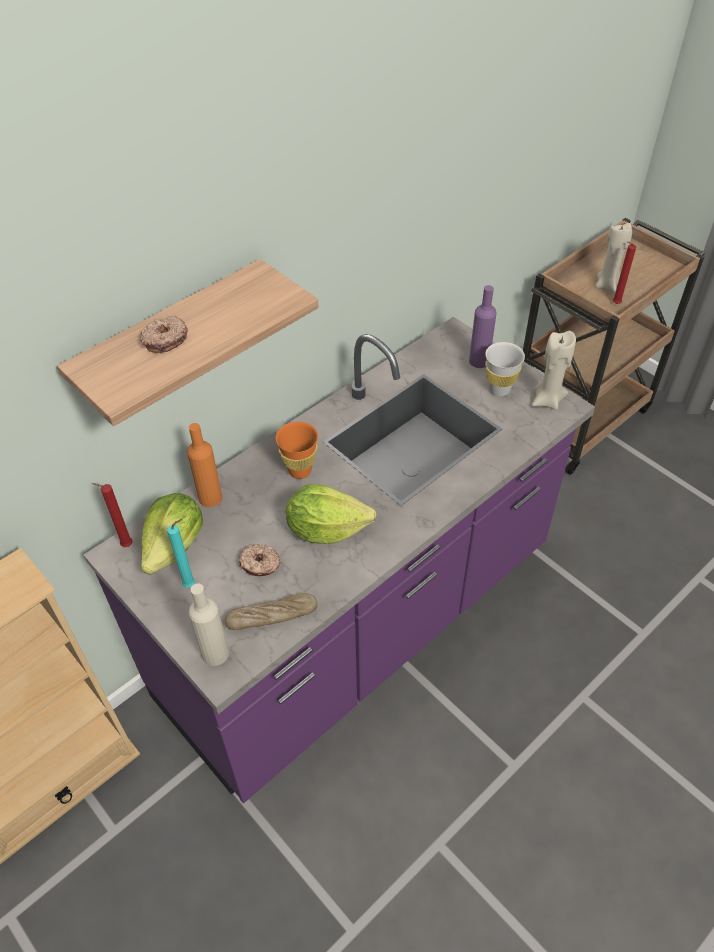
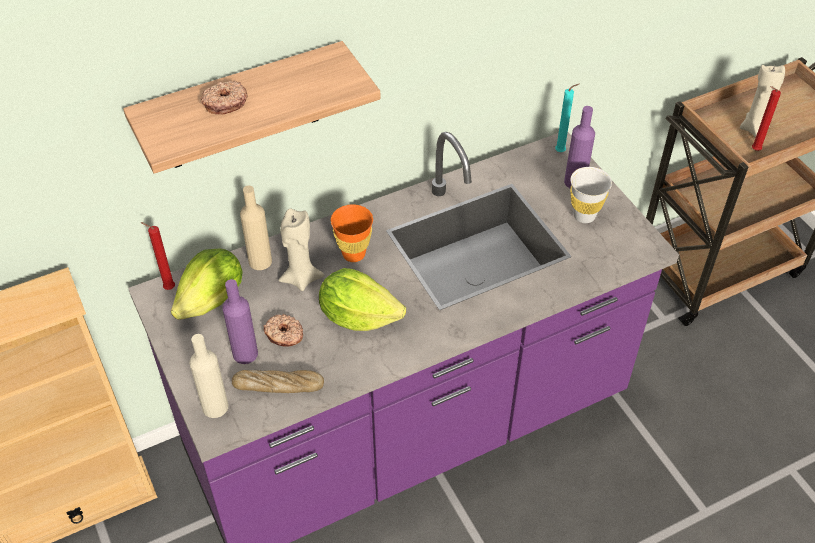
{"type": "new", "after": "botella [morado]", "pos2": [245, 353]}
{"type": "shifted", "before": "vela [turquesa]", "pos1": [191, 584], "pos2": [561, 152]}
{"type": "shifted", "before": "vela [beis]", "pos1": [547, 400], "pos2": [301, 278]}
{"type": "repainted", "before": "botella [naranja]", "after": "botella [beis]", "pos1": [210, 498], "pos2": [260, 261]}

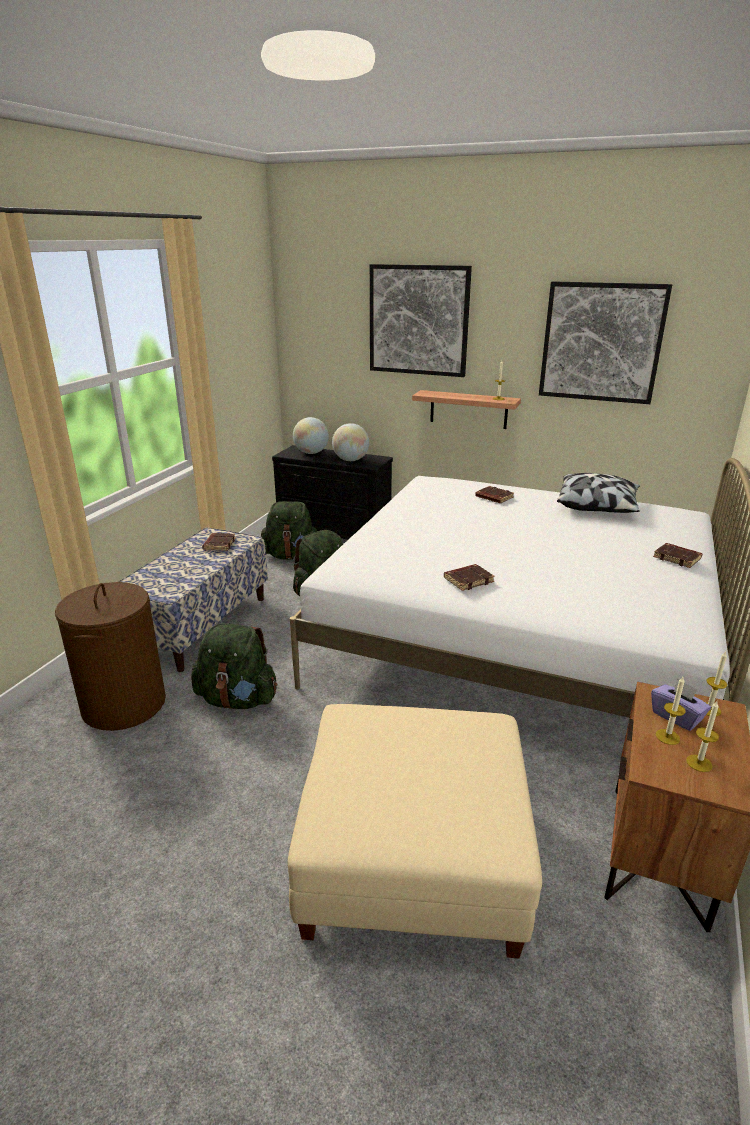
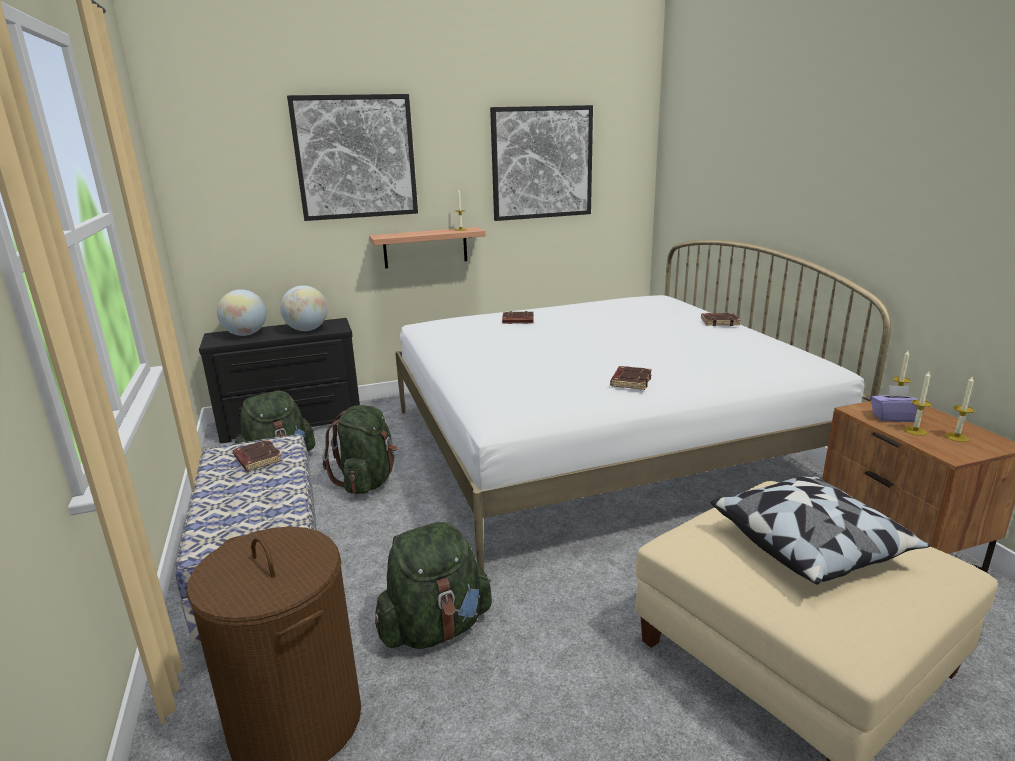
{"type": "shifted", "before": "cojín", "pos1": [597, 507], "pos2": [810, 545]}

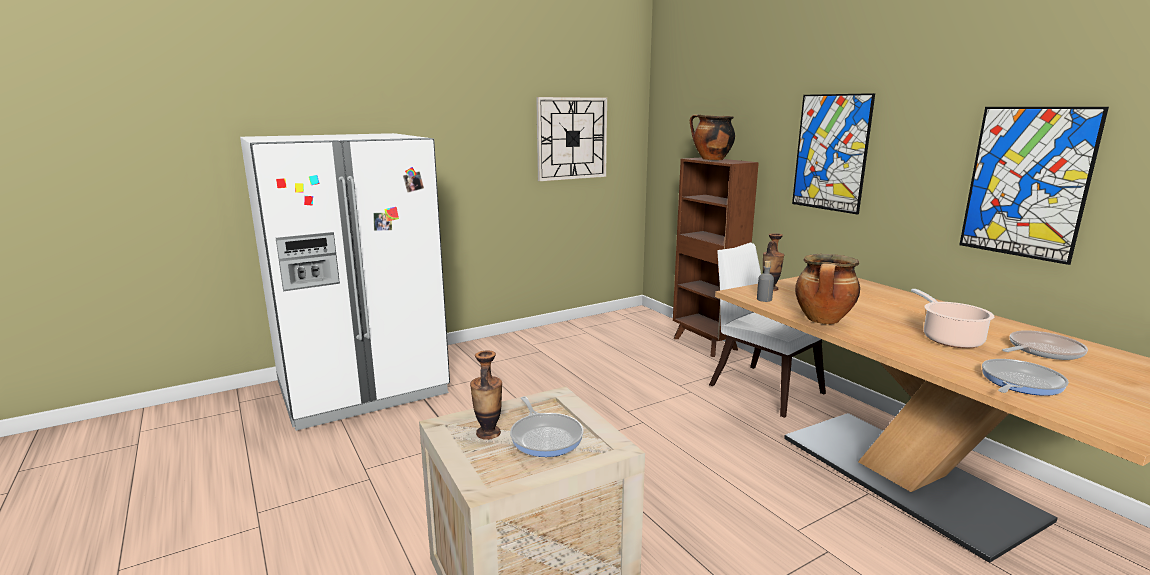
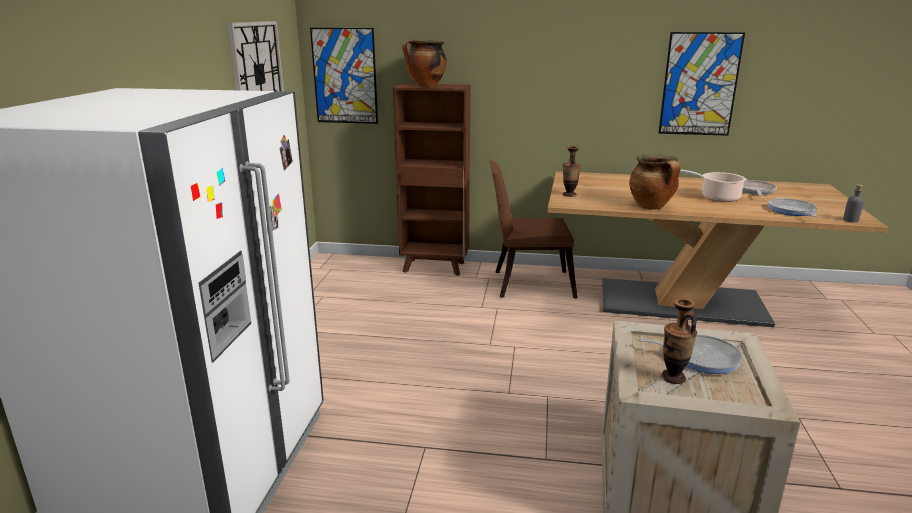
{"type": "shifted", "before": "botella [gris]", "pos1": [764, 299], "pos2": [850, 220]}
{"type": "shifted", "before": "cuadro", "pos1": [831, 152], "pos2": [345, 76]}
{"type": "repainted", "before": "silla [blanco]", "after": "silla [marrón]", "pos1": [760, 387], "pos2": [527, 284]}

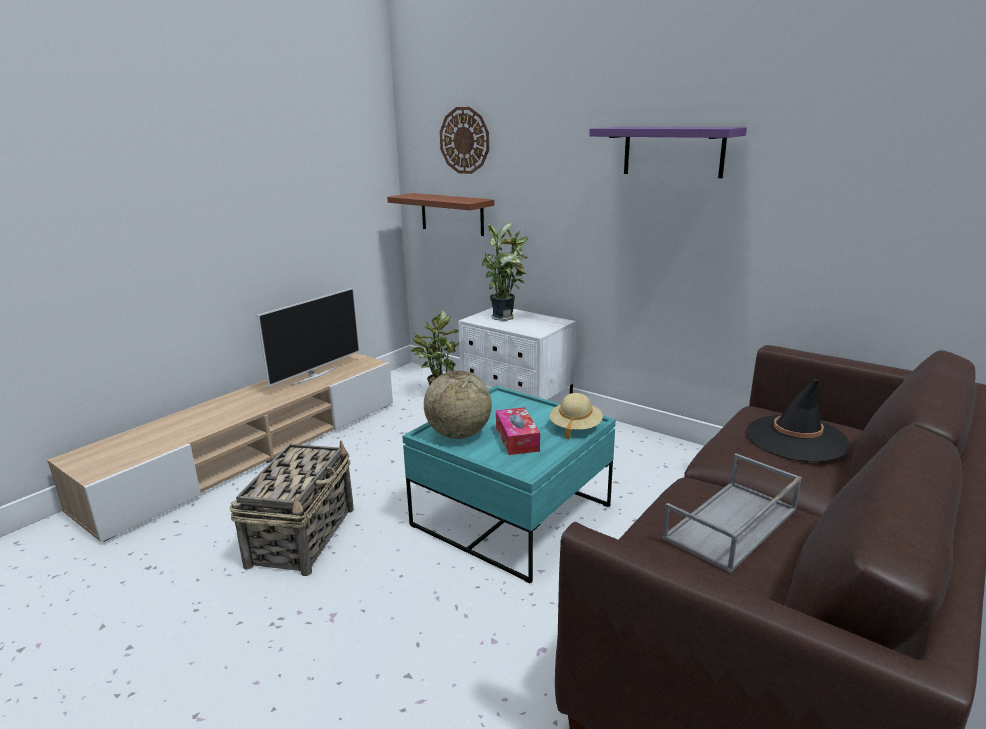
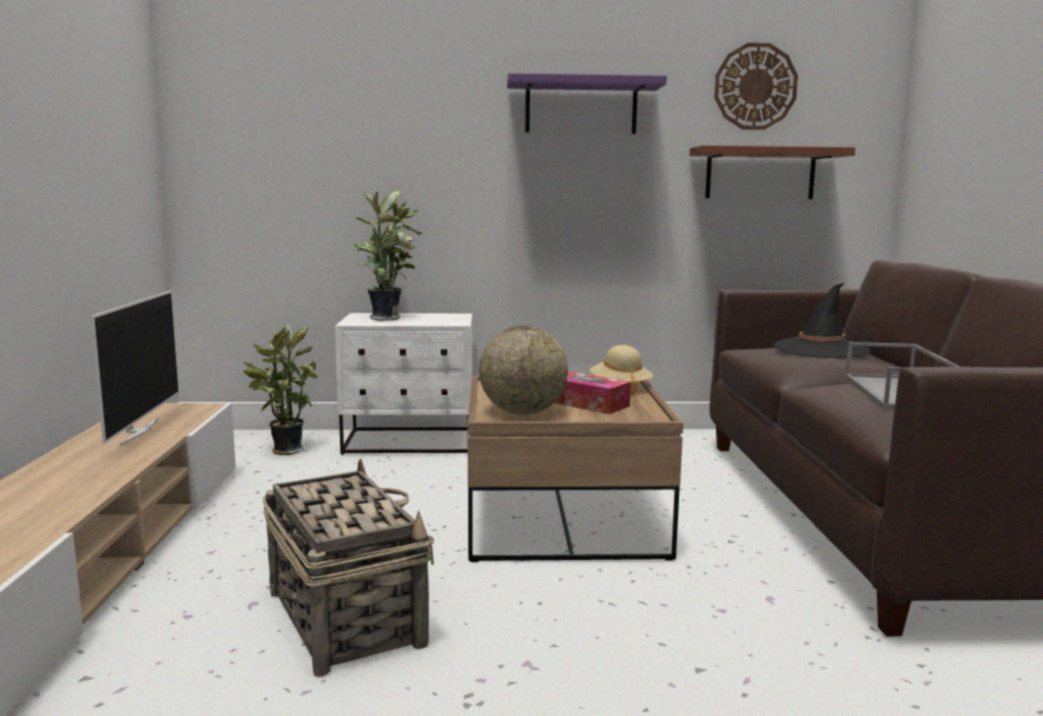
{"type": "shifted", "before": "estante [marrón]", "pos1": [452, 214], "pos2": [760, 174]}
{"type": "shifted", "before": "reloj de pared", "pos1": [464, 140], "pos2": [755, 87]}
{"type": "repainted", "before": "mesa de centro [turquesa]", "after": "mesa de centro [marrón]", "pos1": [512, 516], "pos2": [563, 520]}

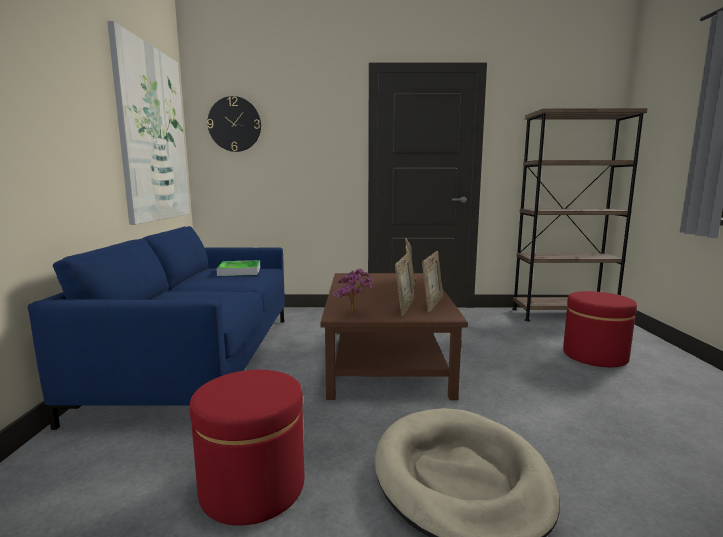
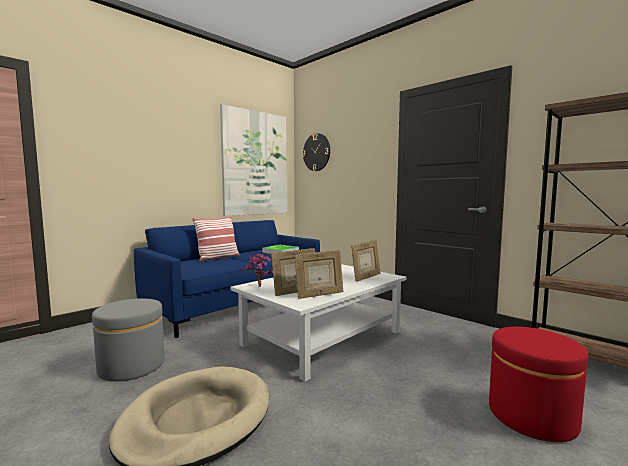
{"type": "new", "after": "cojín", "pos2": [217, 257]}
{"type": "repainted", "before": "puf [rojo]", "after": "puf [gris]", "pos1": [253, 487], "pos2": [132, 366]}
{"type": "repainted", "before": "mesa de centro [marrón]", "after": "mesa de centro [blanco]", "pos1": [385, 359], "pos2": [322, 338]}

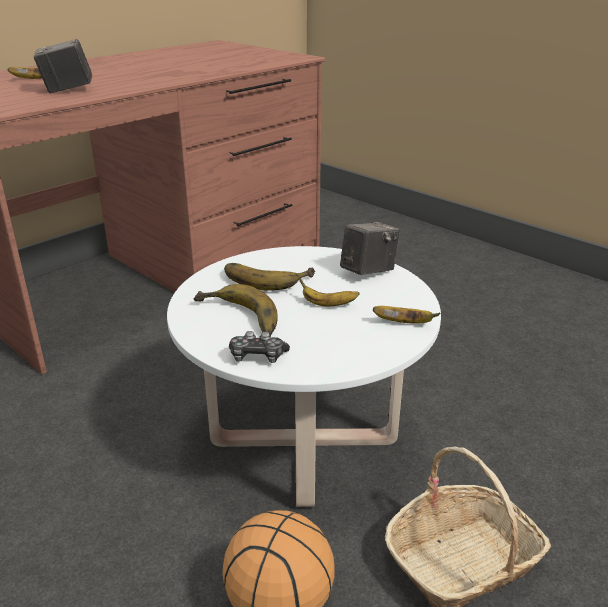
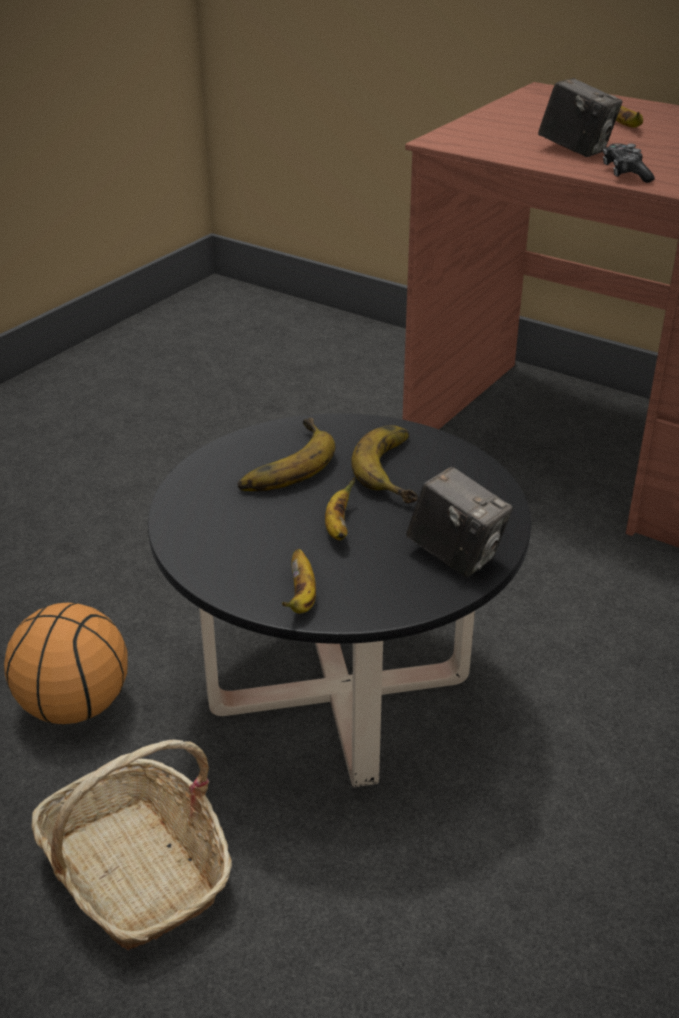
{"type": "shifted", "before": "mando de consola", "pos1": [257, 356], "pos2": [625, 173]}
{"type": "repainted", "before": "mesa de centro [blanco]", "after": "mesa de centro [negro]", "pos1": [303, 440], "pos2": [339, 692]}
{"type": "rotated", "before": "cámara", "pos1": [68, 90], "pos2": [575, 150], "turn": 150}

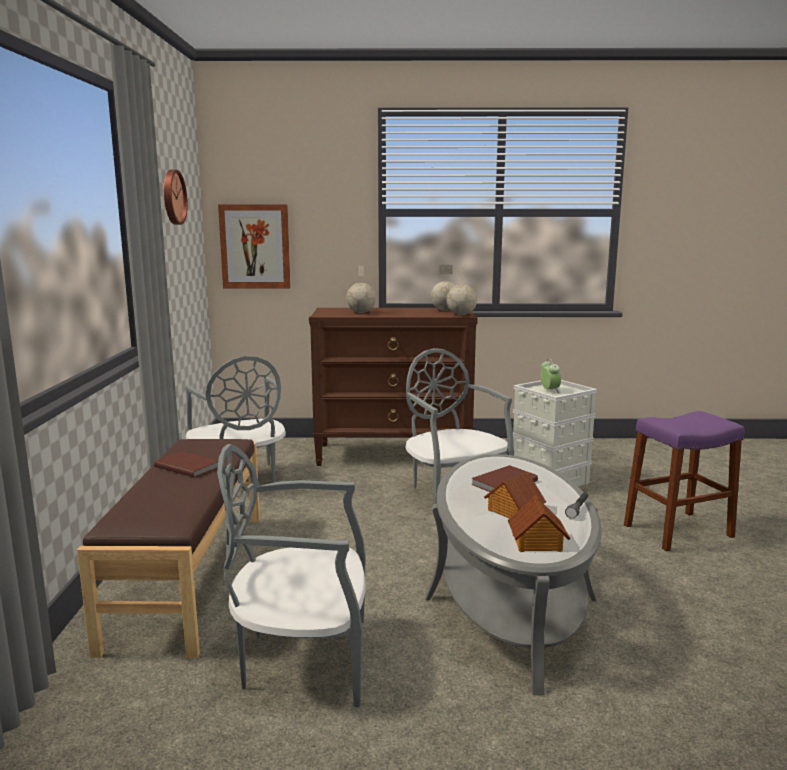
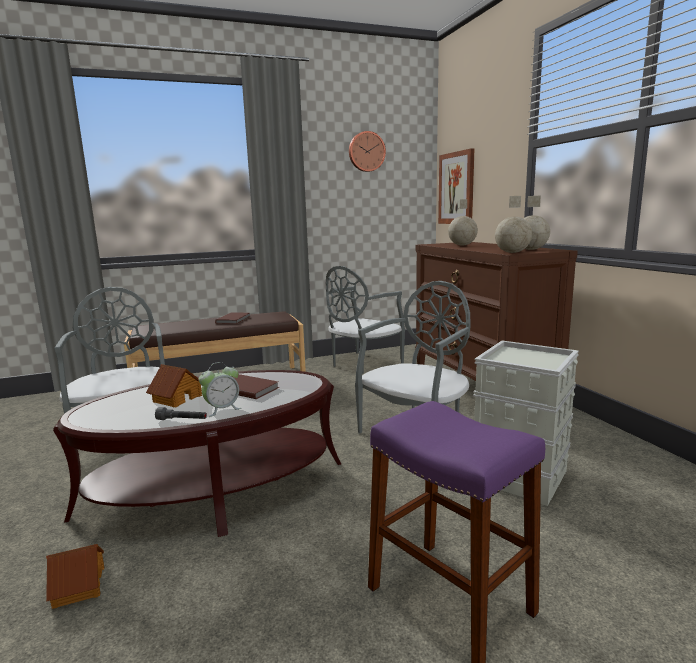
{"type": "shifted", "before": "casita", "pos1": [537, 542], "pos2": [78, 586]}
{"type": "shifted", "before": "despertador", "pos1": [549, 391], "pos2": [222, 409]}
{"type": "repainted", "before": "mesa de centro [gris]", "after": "mesa de centro [marrón]", "pos1": [510, 598], "pos2": [214, 488]}

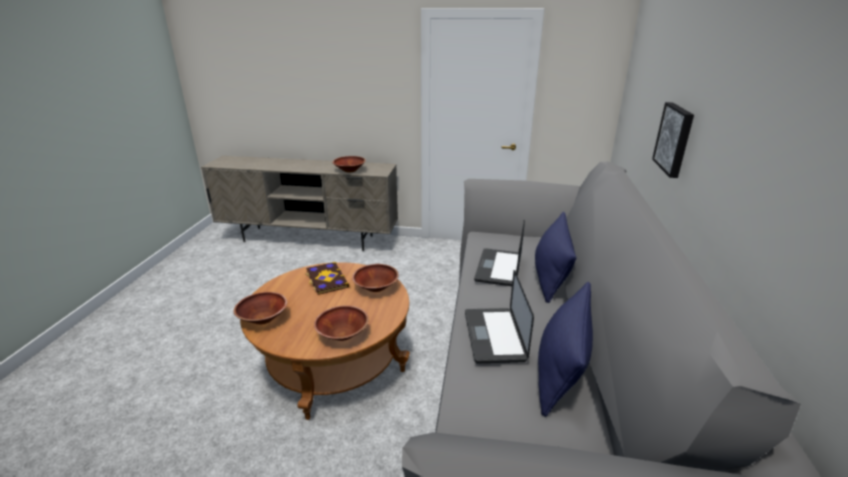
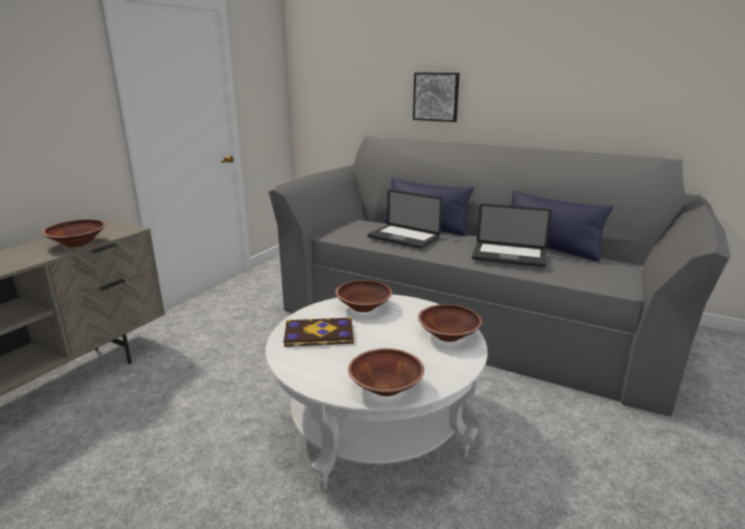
{"type": "repainted", "before": "mesa de centro [marrón]", "after": "mesa de centro [blanco]", "pos1": [334, 363], "pos2": [376, 424]}

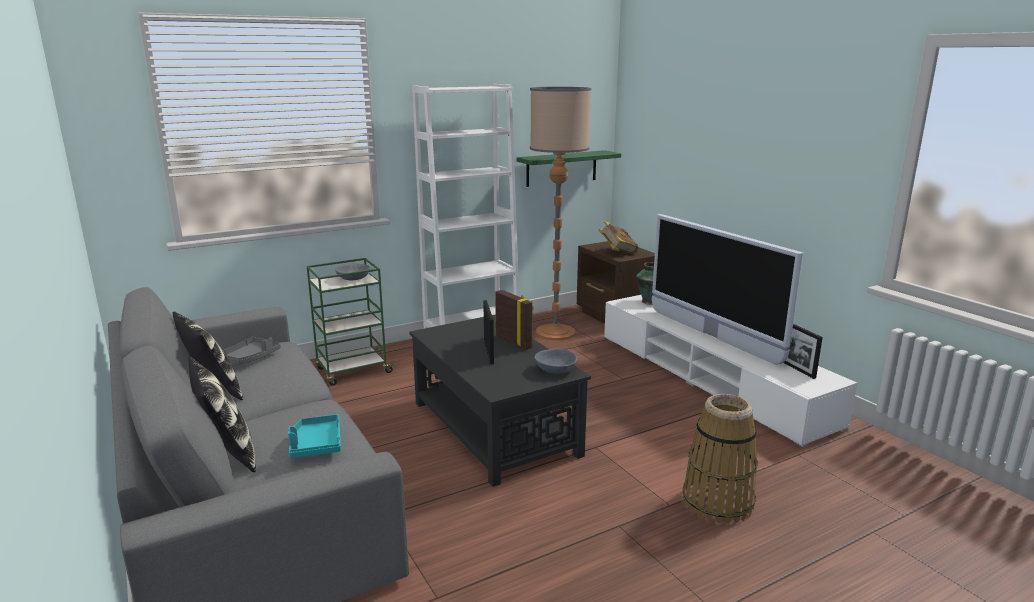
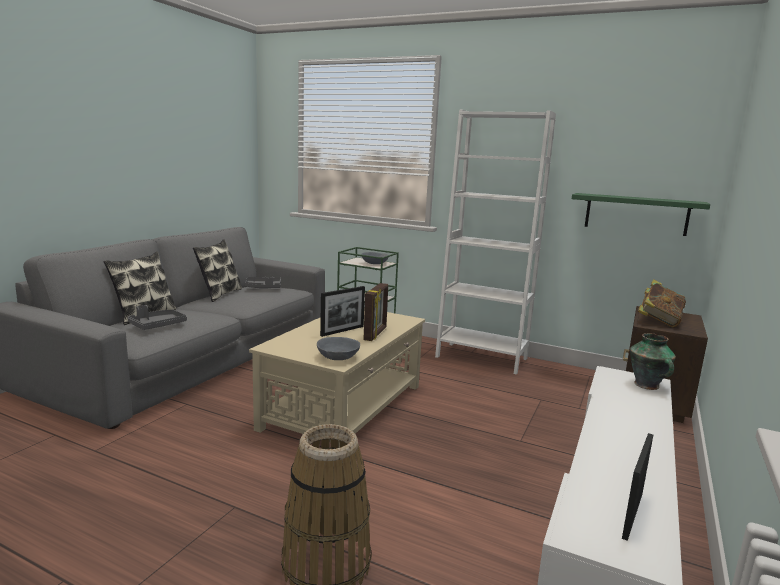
{"type": "gone", "before": "lámpara de pie", "pos1": [555, 332]}
{"type": "gone", "before": "televisor", "pos1": [712, 336]}
{"type": "repainted", "before": "bandeja [turquesa]", "after": "bandeja [gris]", "pos1": [316, 444], "pos2": [157, 325]}
{"type": "repainted", "before": "mesa de centro [negro]", "after": "mesa de centro [beis]", "pos1": [494, 427], "pos2": [345, 406]}

